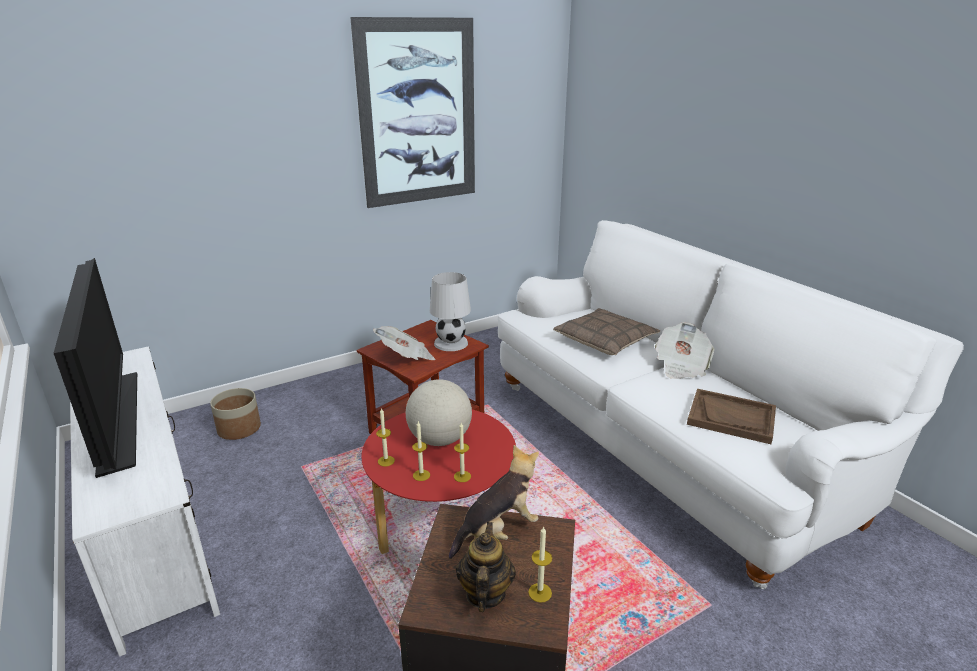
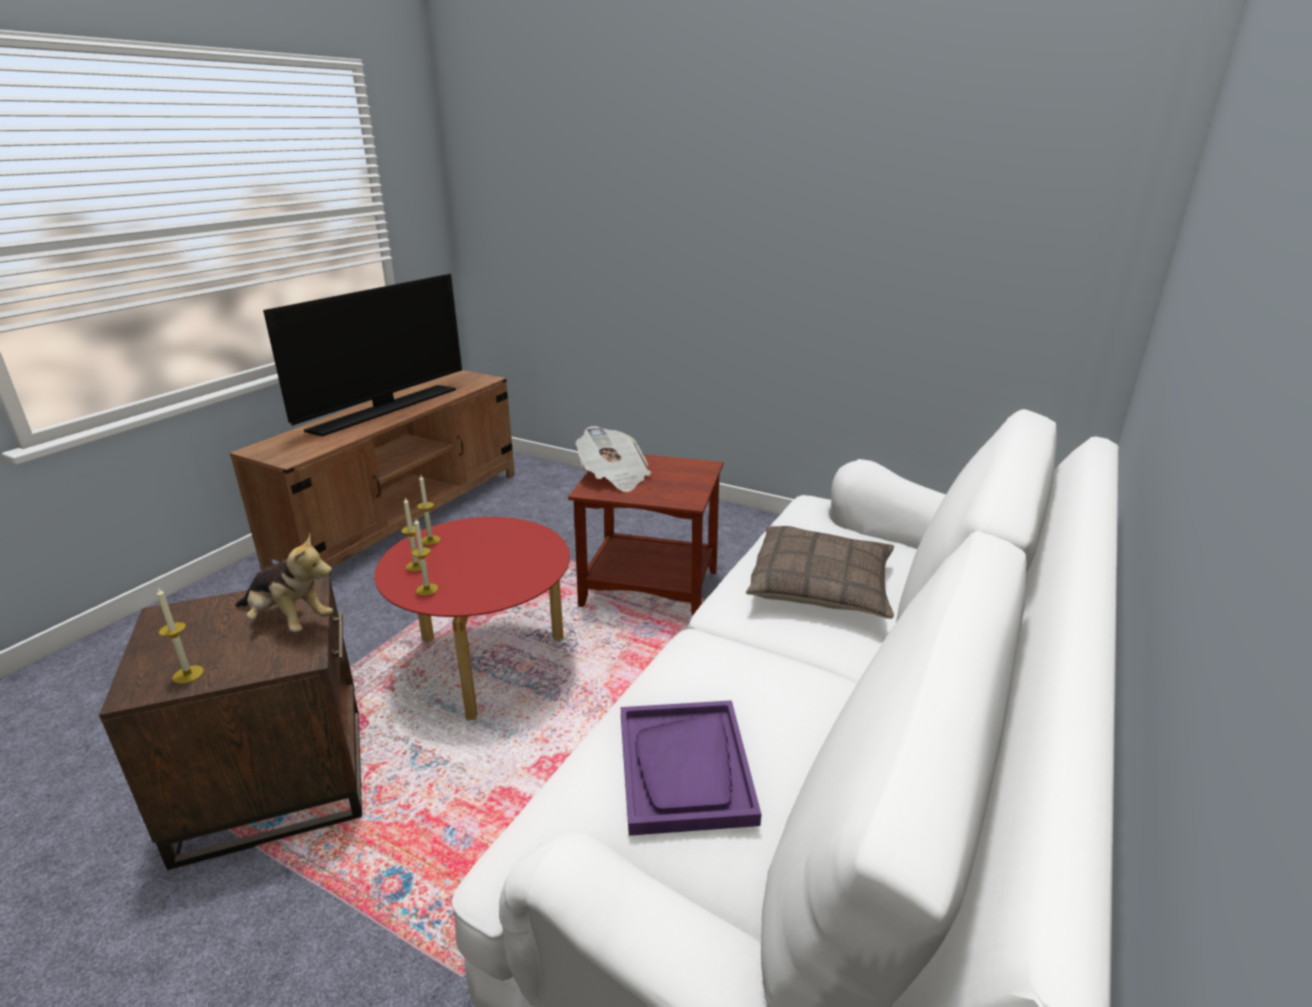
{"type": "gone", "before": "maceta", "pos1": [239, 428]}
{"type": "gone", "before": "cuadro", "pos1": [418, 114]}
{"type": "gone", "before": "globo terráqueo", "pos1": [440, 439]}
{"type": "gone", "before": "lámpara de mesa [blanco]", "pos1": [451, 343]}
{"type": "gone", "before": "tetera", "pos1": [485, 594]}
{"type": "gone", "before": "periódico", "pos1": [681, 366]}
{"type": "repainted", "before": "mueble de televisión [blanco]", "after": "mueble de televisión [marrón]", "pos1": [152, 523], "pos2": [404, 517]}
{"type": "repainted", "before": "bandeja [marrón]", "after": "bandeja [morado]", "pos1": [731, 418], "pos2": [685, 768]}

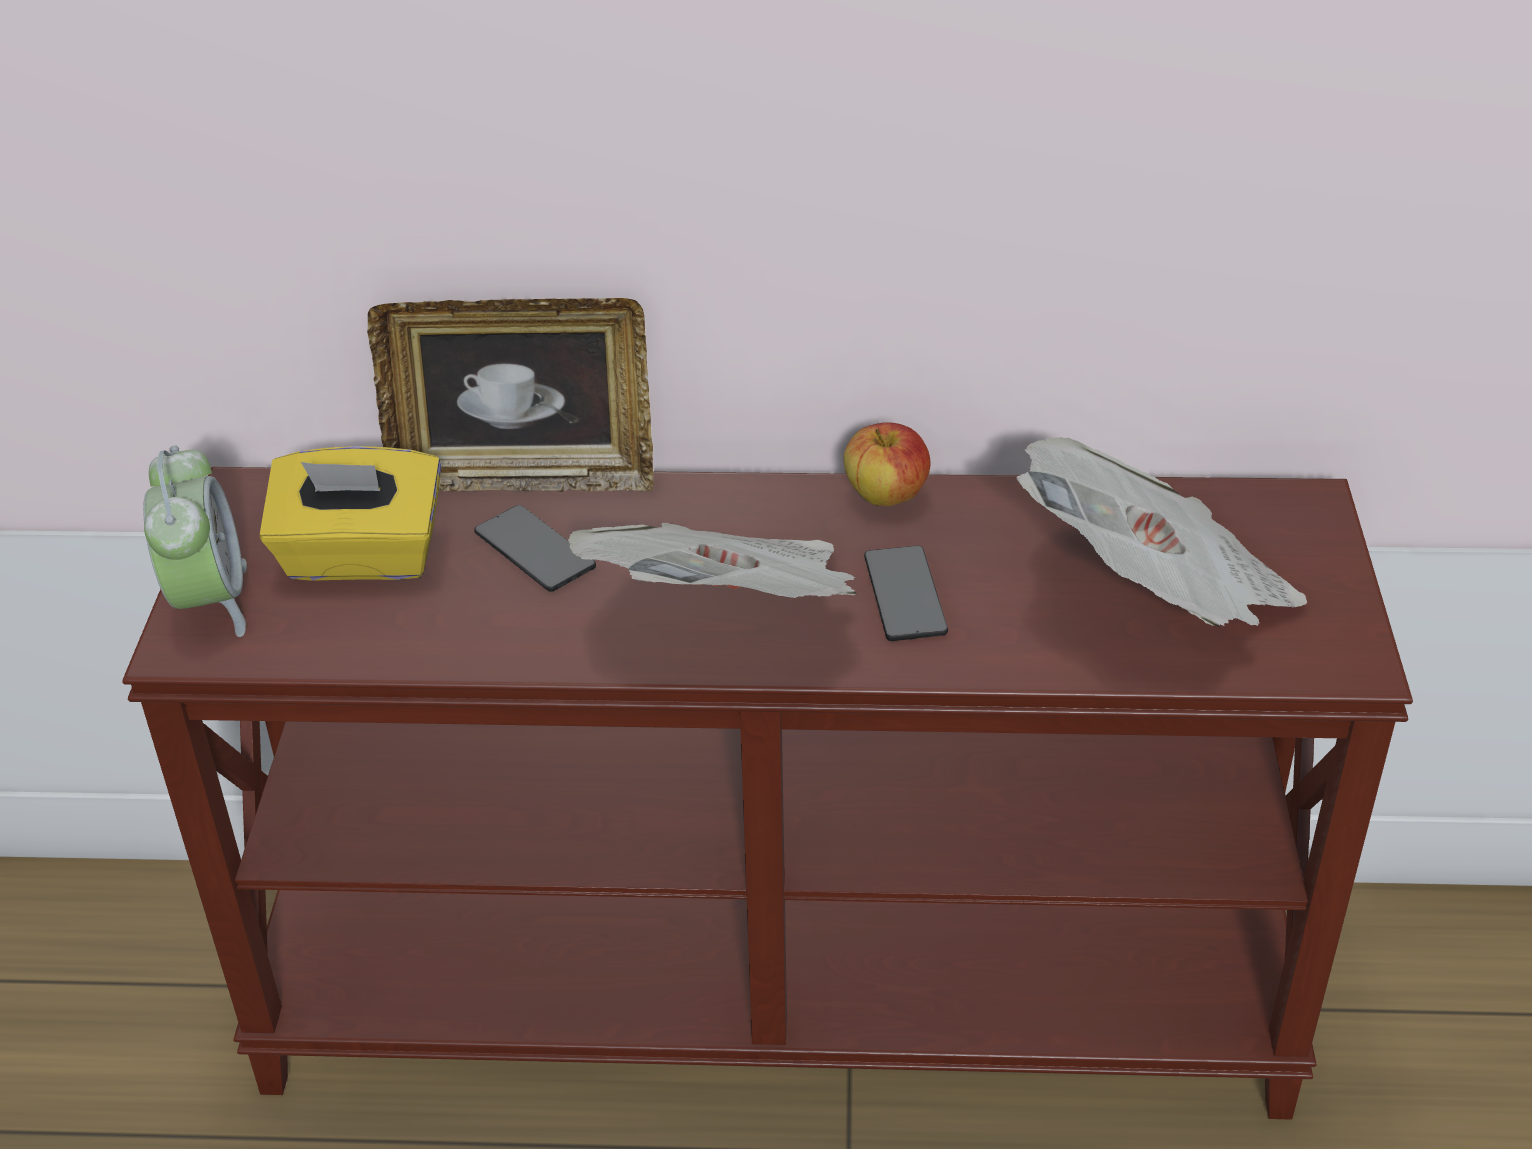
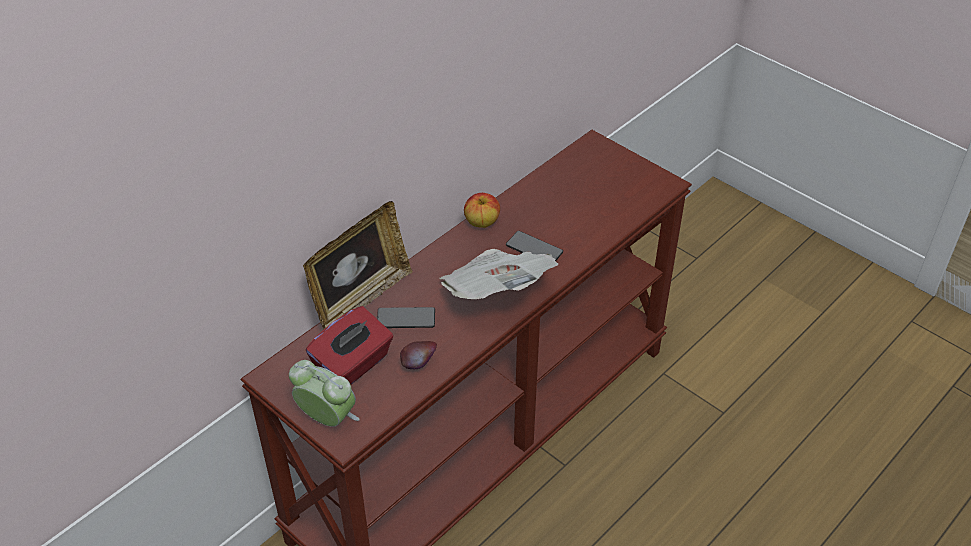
{"type": "gone", "before": "periódico", "pos1": [1155, 595]}
{"type": "new", "after": "manzana", "pos2": [419, 365]}
{"type": "repainted", "before": "caja de pañuelos [amarillo]", "after": "caja de pañuelos [rojo]", "pos1": [361, 557], "pos2": [353, 364]}

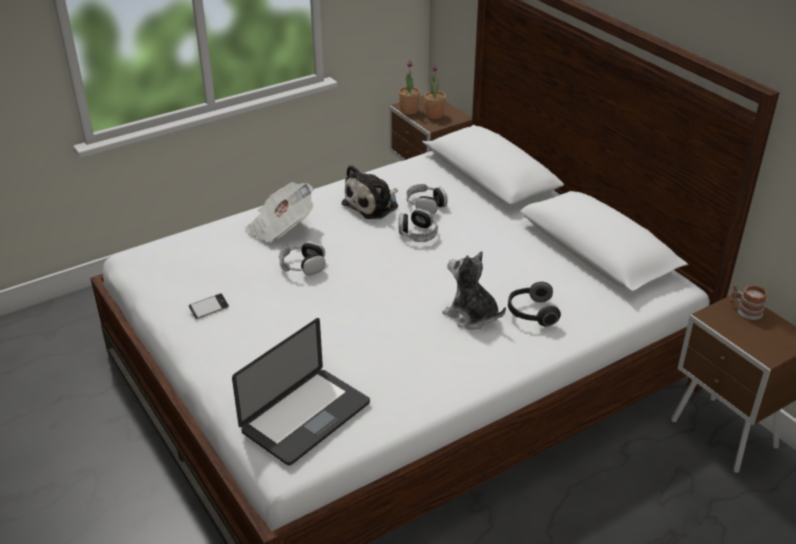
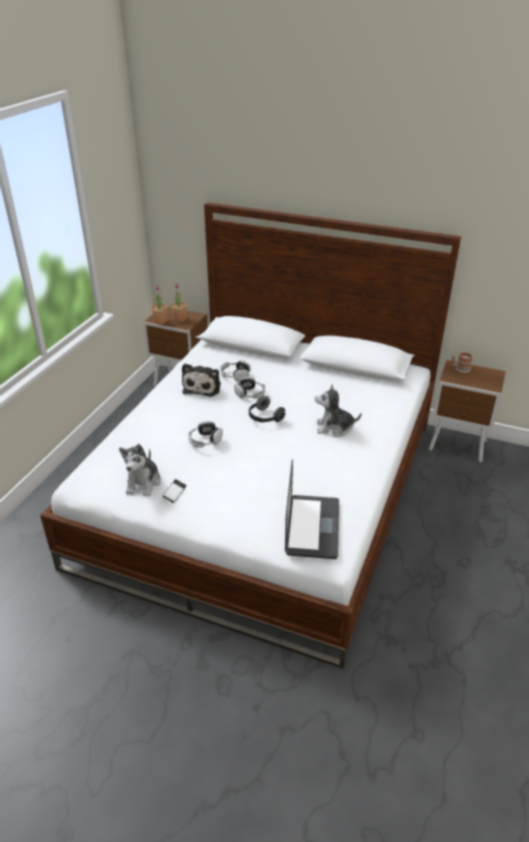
{"type": "gone", "before": "periódico", "pos1": [280, 228]}
{"type": "new", "after": "peluche", "pos2": [143, 483]}
{"type": "shifted", "before": "auriculares", "pos1": [531, 313], "pos2": [264, 418]}

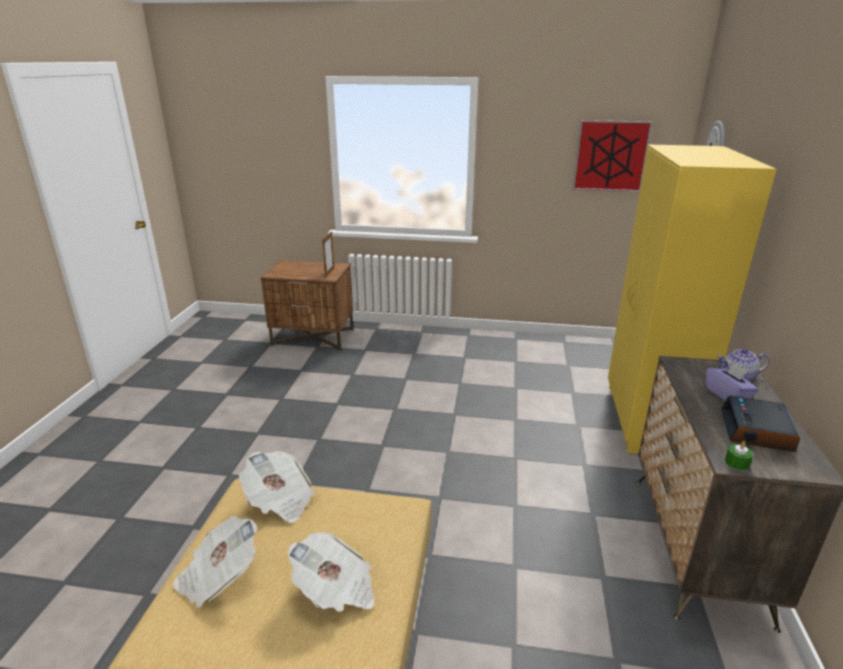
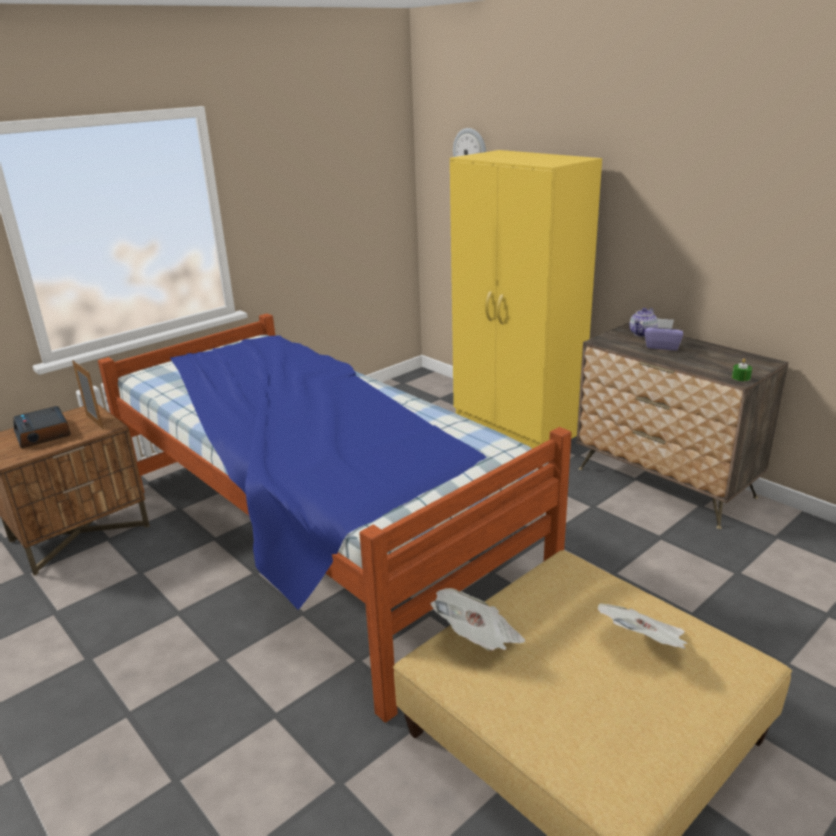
{"type": "gone", "before": "periódico", "pos1": [219, 576]}
{"type": "gone", "before": "cuadro", "pos1": [610, 156]}
{"type": "new", "after": "cama", "pos2": [317, 538]}
{"type": "shifted", "before": "despertador", "pos1": [757, 431], "pos2": [43, 433]}

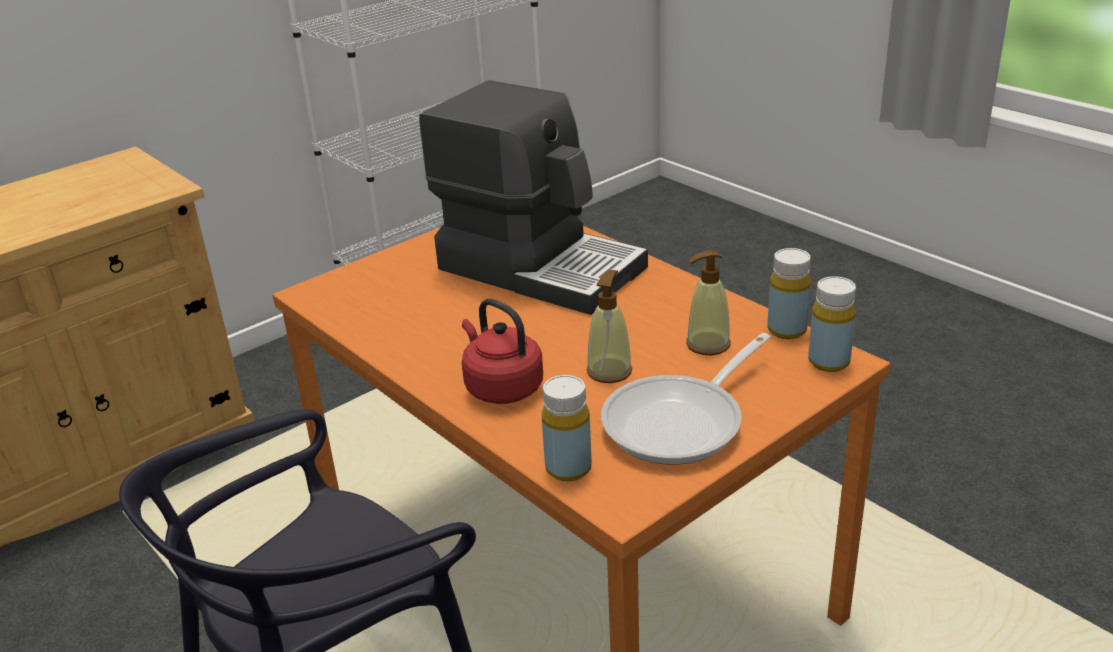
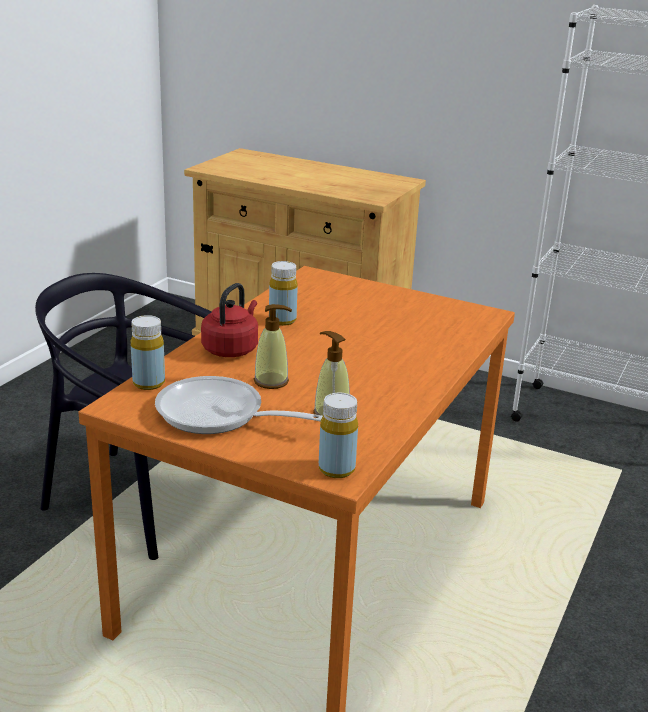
{"type": "gone", "before": "cafetera", "pos1": [541, 267]}
{"type": "shifted", "before": "botella [amarillo]", "pos1": [787, 330], "pos2": [282, 320]}

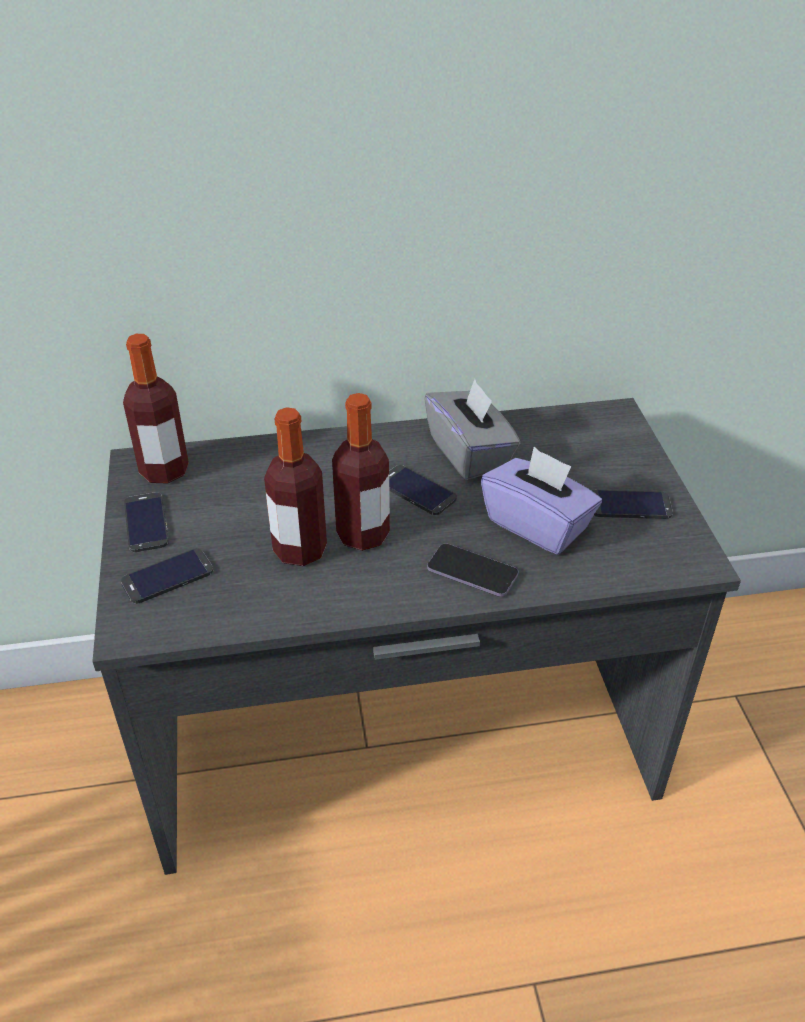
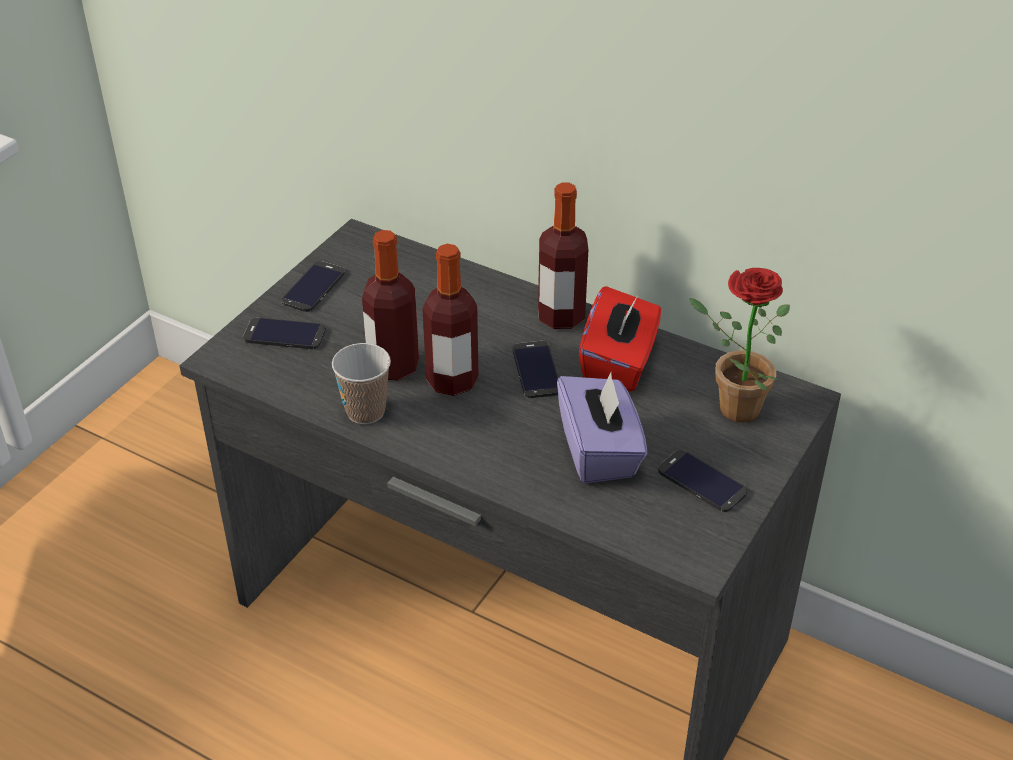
{"type": "gone", "before": "móvil", "pos1": [472, 572]}
{"type": "new", "after": "taza", "pos2": [365, 411]}
{"type": "new", "after": "planta en maceta", "pos2": [730, 407]}
{"type": "shifted", "before": "botella", "pos1": [164, 471], "pos2": [561, 316]}
{"type": "repainted", "before": "caja de pañuelos [gris]", "after": "caja de pañuelos [rojo]", "pos1": [470, 453], "pos2": [619, 363]}

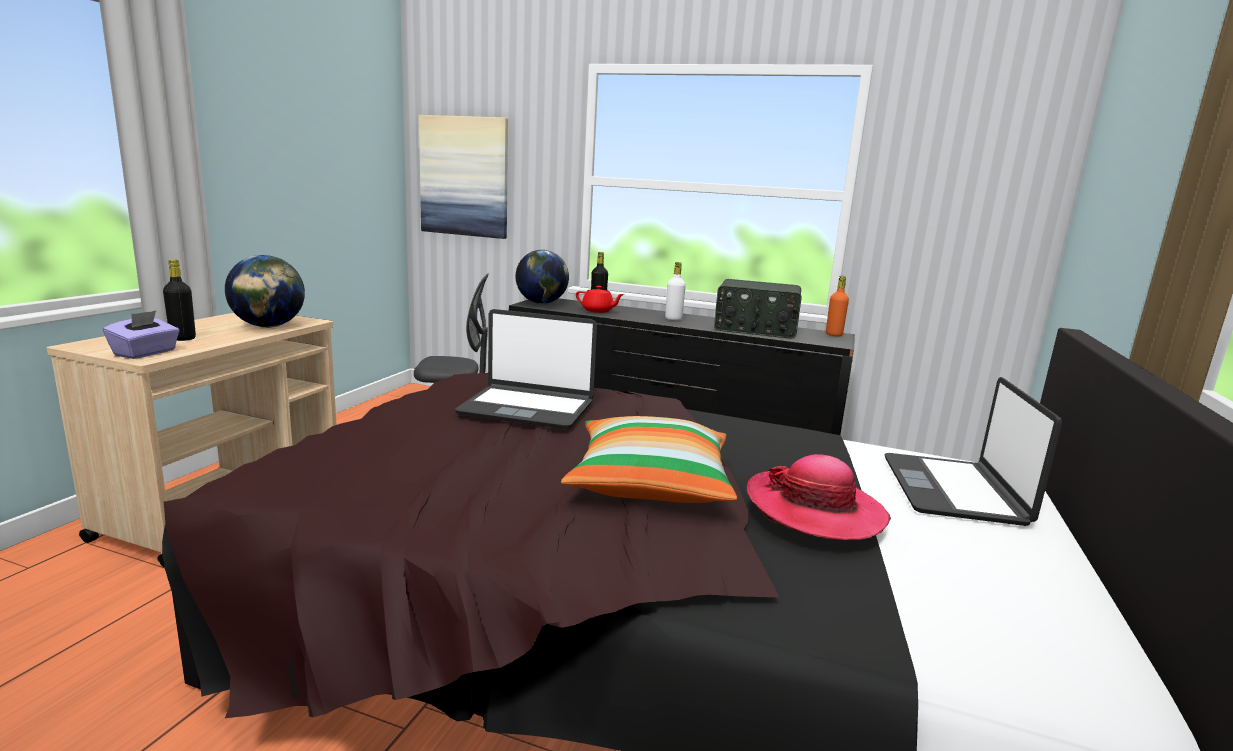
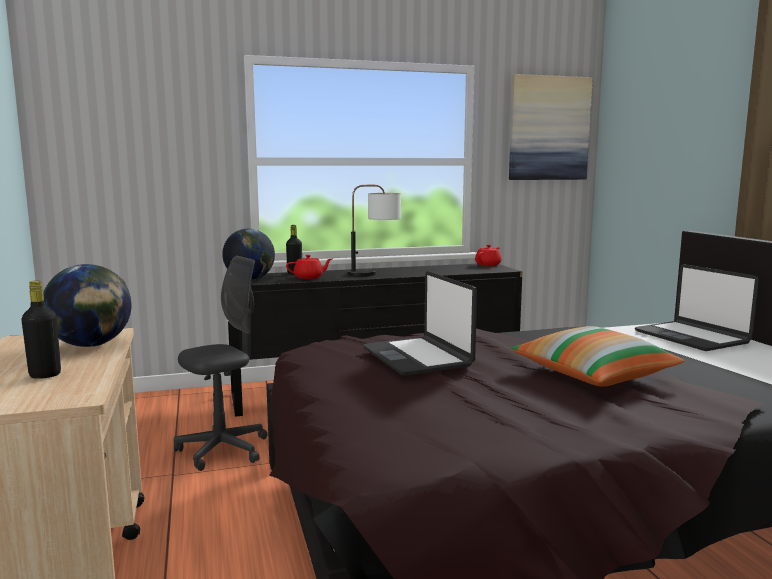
{"type": "gone", "before": "caja de pañuelos [morado]", "pos1": [146, 353]}
{"type": "gone", "before": "radio", "pos1": [755, 329]}
{"type": "gone", "before": "sombrero", "pos1": [814, 509]}
{"type": "shifted", "before": "cuadro", "pos1": [464, 177], "pos2": [549, 128]}
{"type": "swapped", "before": "botella [blanco]", "after": "lámpara de mesa", "pos1": [673, 319], "pos2": [375, 273]}
{"type": "swapped", "before": "botella [naranja]", "after": "tetera [rojo]", "pos1": [833, 335], "pos2": [488, 265]}
{"type": "rotated", "before": "portátil", "pos1": [527, 408], "pos2": [418, 357], "turn": 90}

